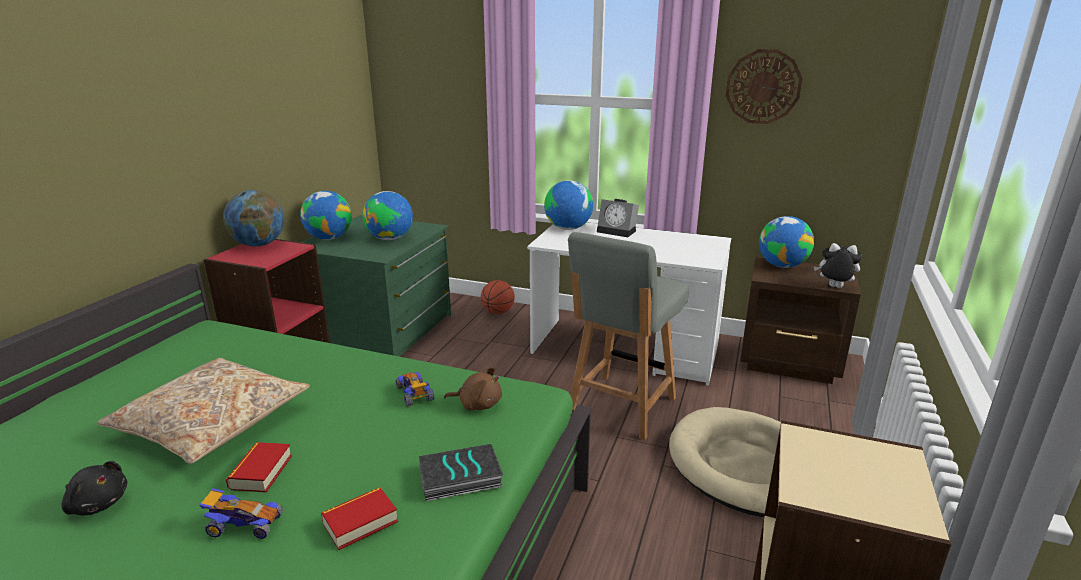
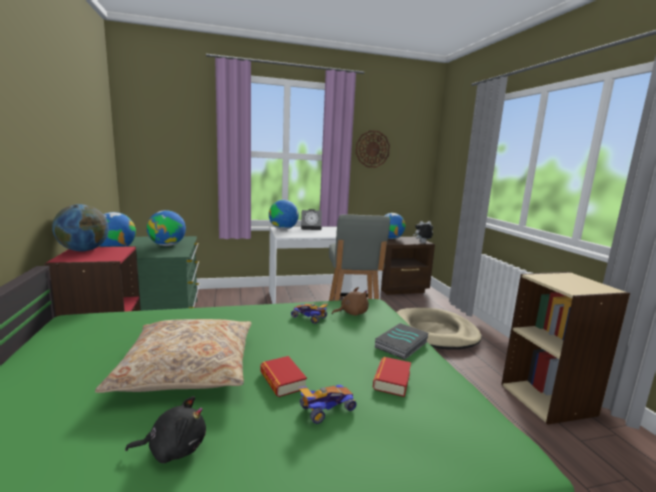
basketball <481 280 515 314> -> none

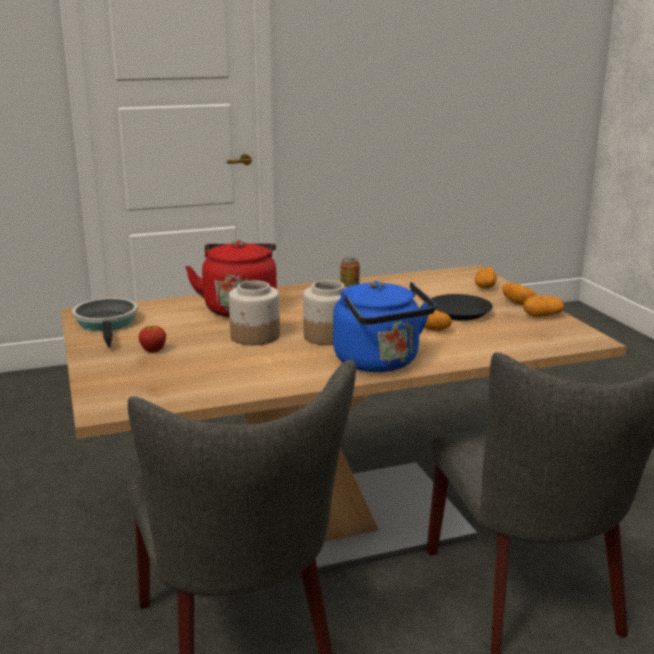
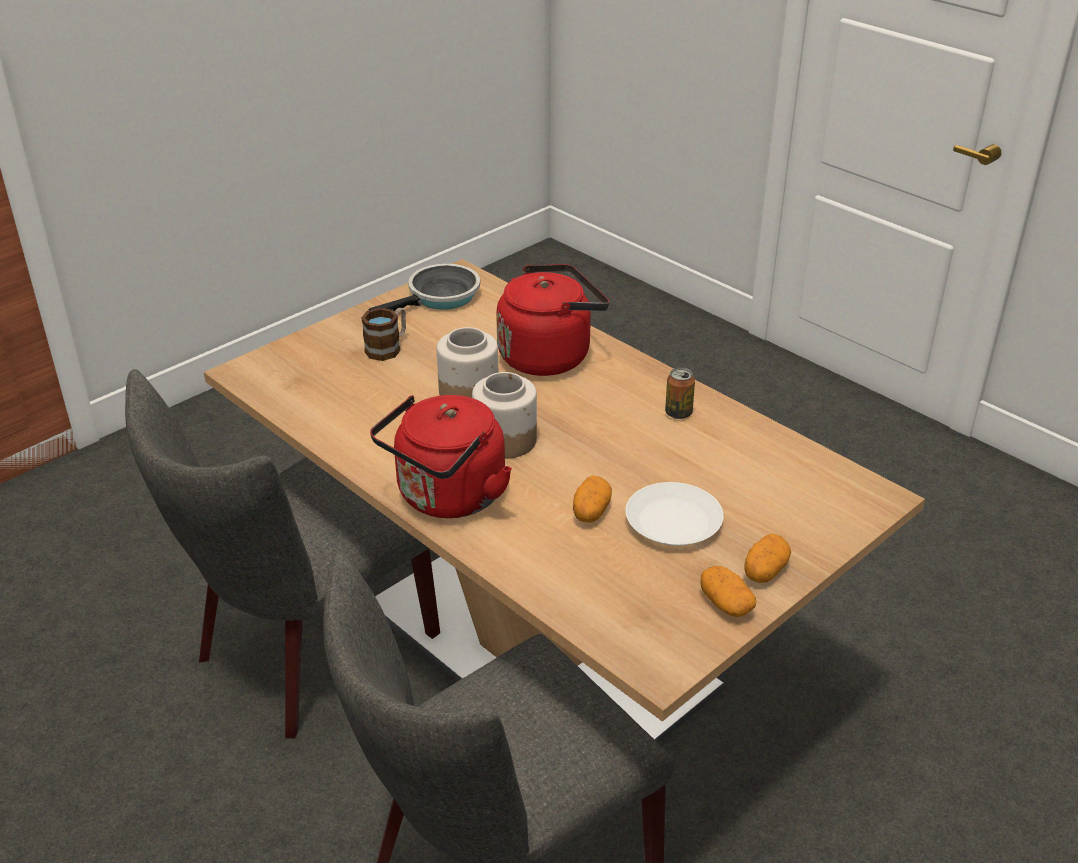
apple <139 326 166 353> -> mug <361 308 406 361>
blue kettle <333 281 436 372> -> red kettle <370 395 512 518>
black plate <431 294 493 321> -> white plate <626 482 724 546>
potato <475 267 497 289> -> none

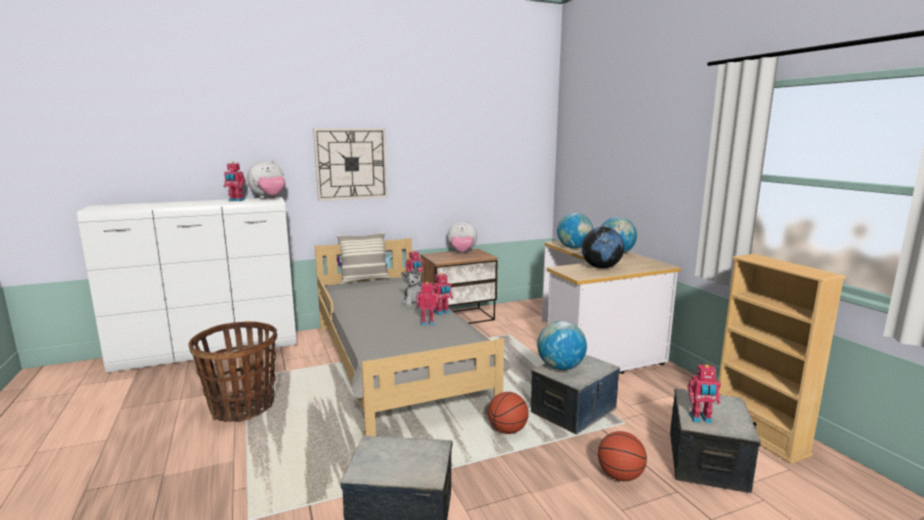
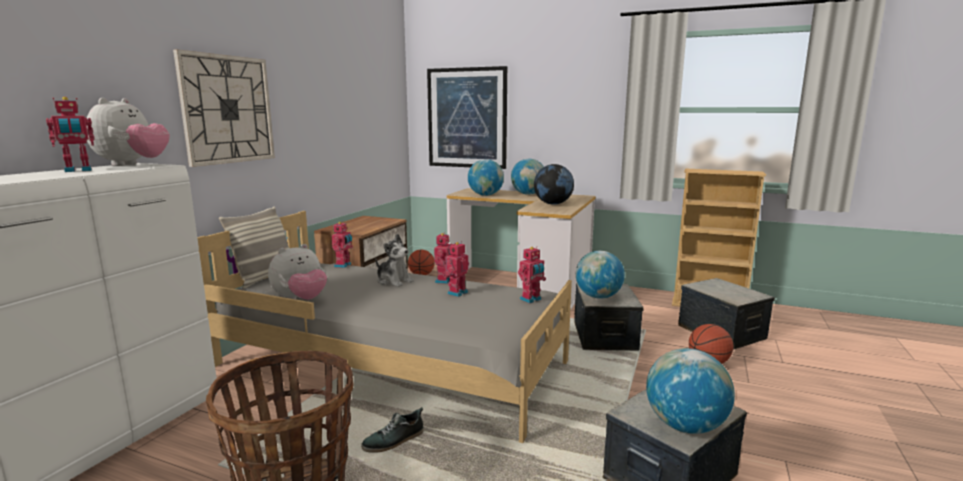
plush toy <447 221 477 253> -> plush toy <268 244 327 300>, relocated
none -> shoe <361 407 424 453>
basketball <488 392 529 434> -> basketball <408 249 435 275>, relocated
none -> picture <427 66 507 169>
toy robot <688 364 721 423> -> toy robot <518 247 546 303>, relocated
none -> globe <646 348 735 434>

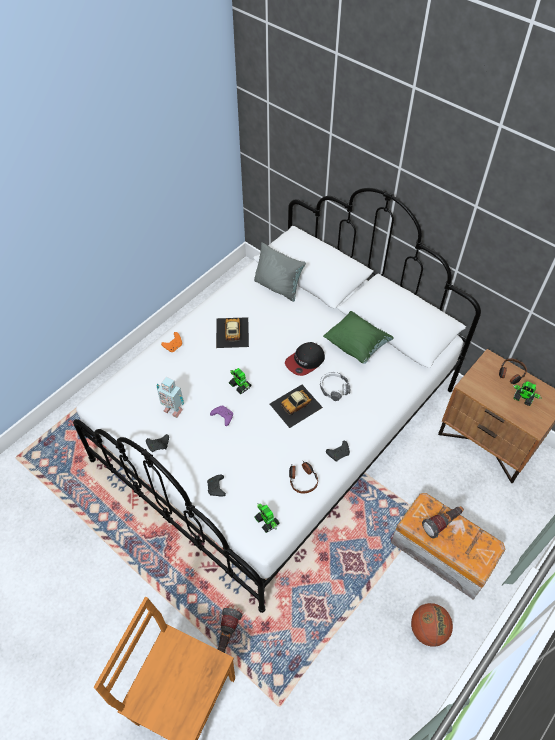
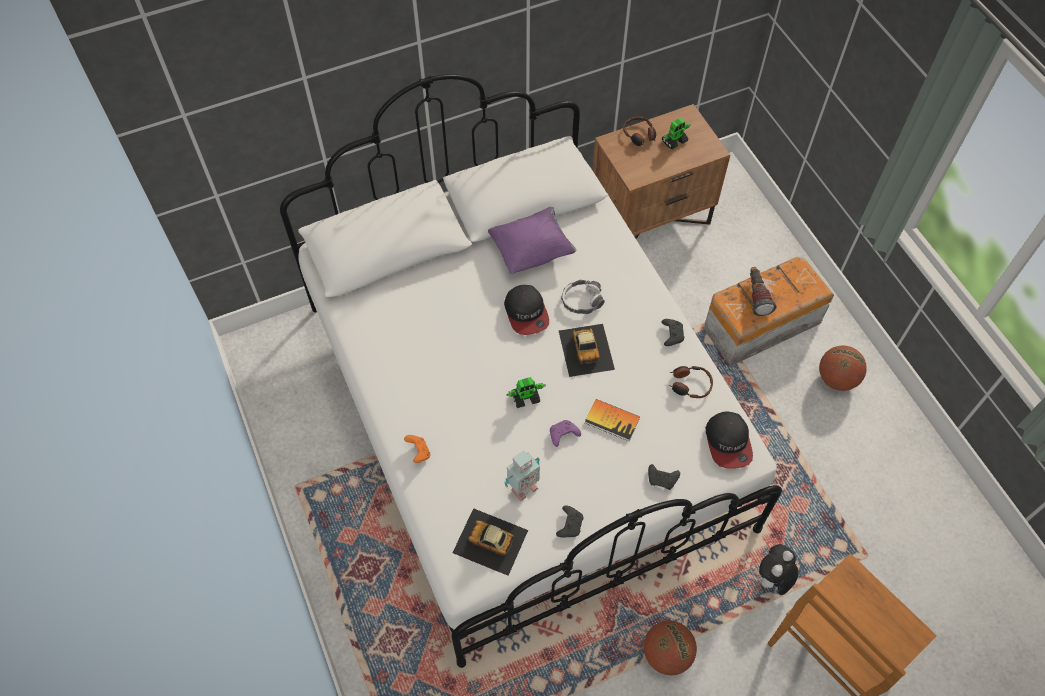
toy car <216 317 249 348> -> toy car <453 508 528 576>, relocated
green pillow <323 311 394 364> -> purple pillow <488 207 576 274>
none -> book <585 399 640 441>
none -> basketball <644 621 697 675>
toy robot <254 503 280 533> -> cap <706 411 753 469>
flashlight <218 608 242 653> -> plush toy <759 544 799 595>
grey pillow <254 242 306 302> -> none

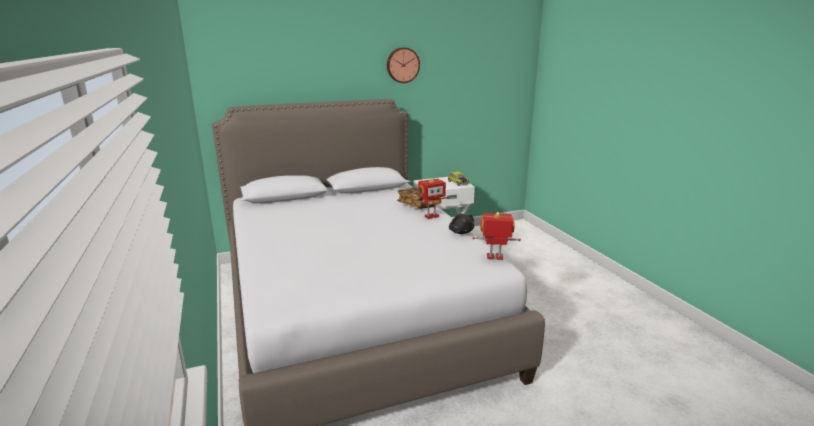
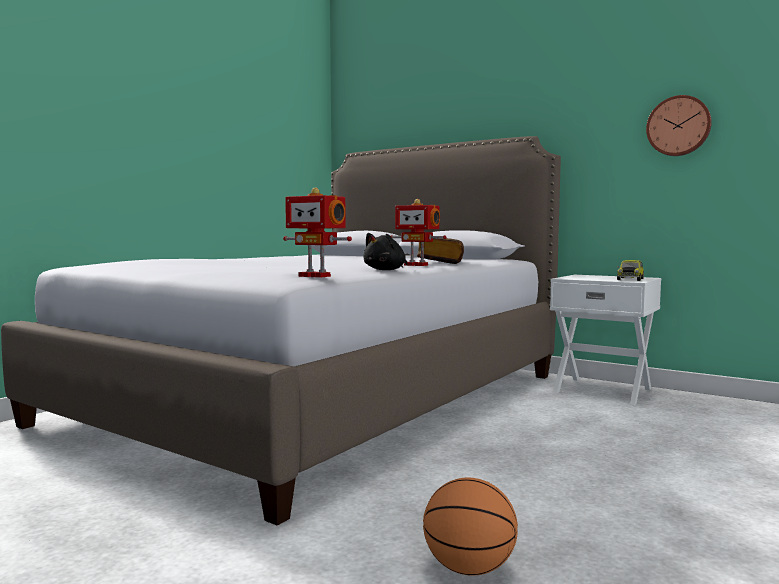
toy robot <472 212 521 260> -> toy robot <283 187 352 278>, 150 degrees clockwise
none -> basketball <423 477 518 576>
wall clock <387 47 420 83> -> wall clock <646 95 712 156>, relocated

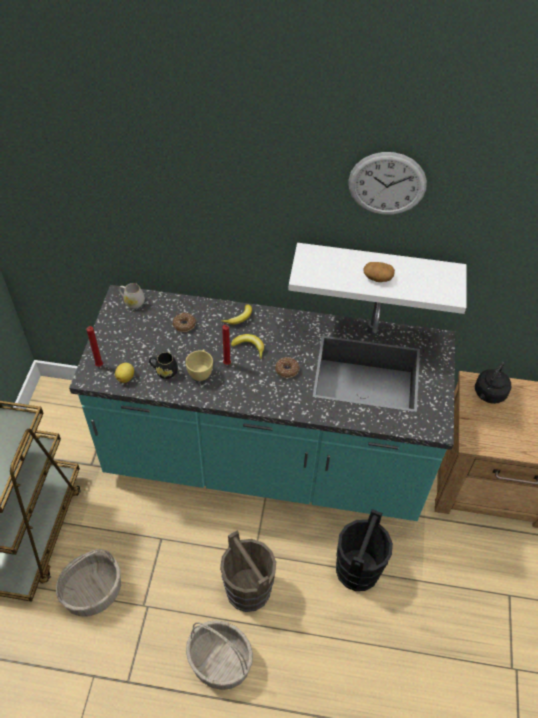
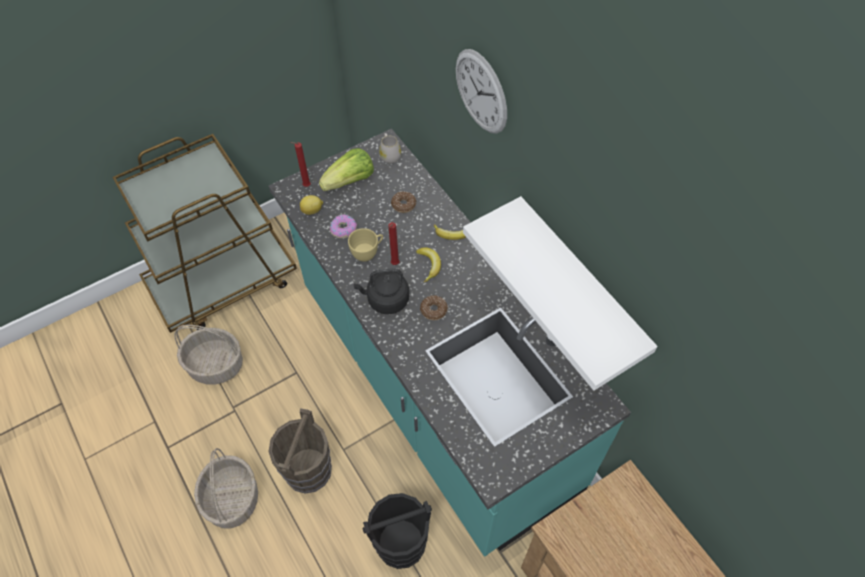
none -> lettuce <319 148 374 191>
black mug <149 352 178 379> -> donut <330 215 357 238>
black kettle <475 362 511 404> -> black kettle <353 268 409 314>, relocated
wall clock <348 152 427 215> -> wall clock <456 49 507 134>, relocated
potato <363 262 395 282> -> none

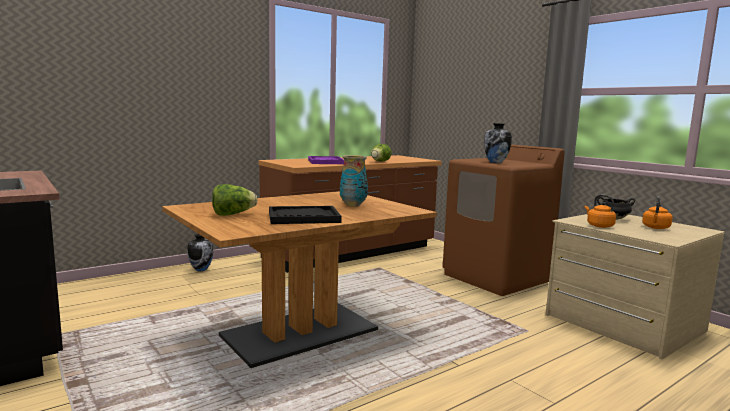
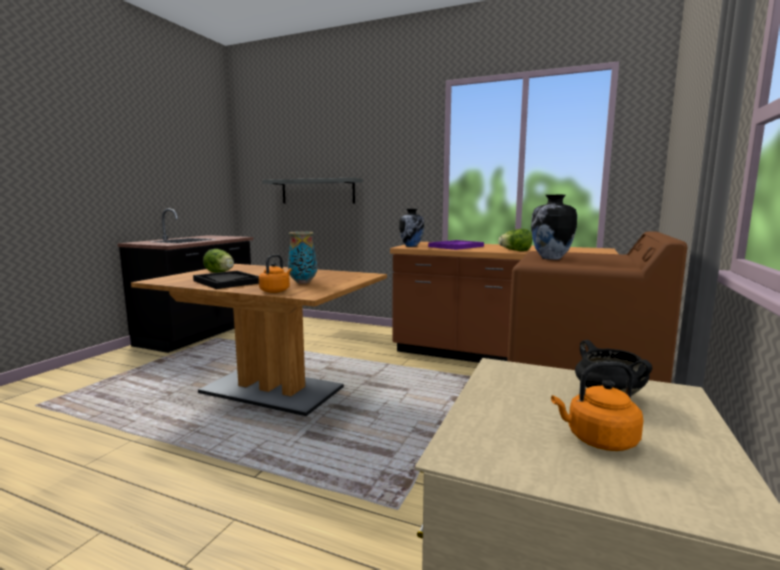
orange kettle <585 195 616 228> -> orange kettle <259 255 292 293>, relocated
none -> grey shelf <262 178 363 204>
vase <188 234 213 271> -> vase <399 209 424 247>, relocated

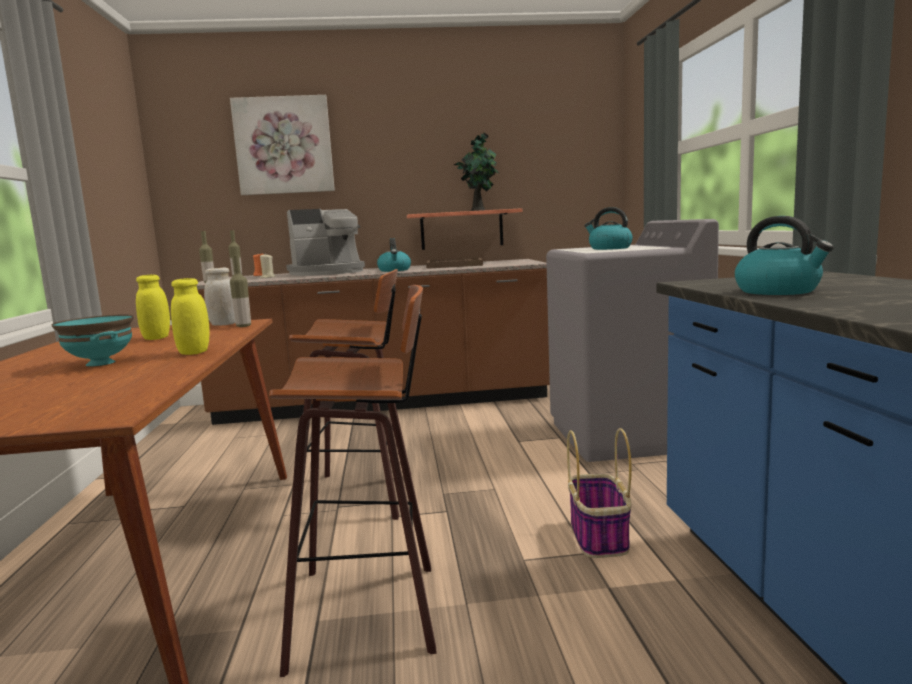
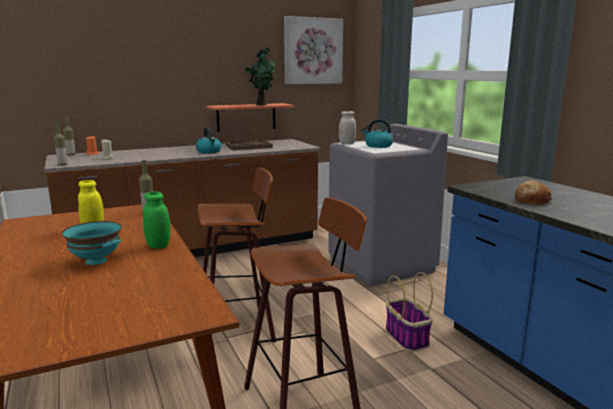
yellow jar <171 278 210 355> -> green jar <143 192 170 249>
picture <230 95 335 195> -> picture <284 16 343 84>, relocated
white jar <204 267 235 325> -> white jar <339 111 356 145>, relocated
kettle <735 216 834 295> -> bread <515 180 552 205>
coffee machine <286 209 365 276> -> none

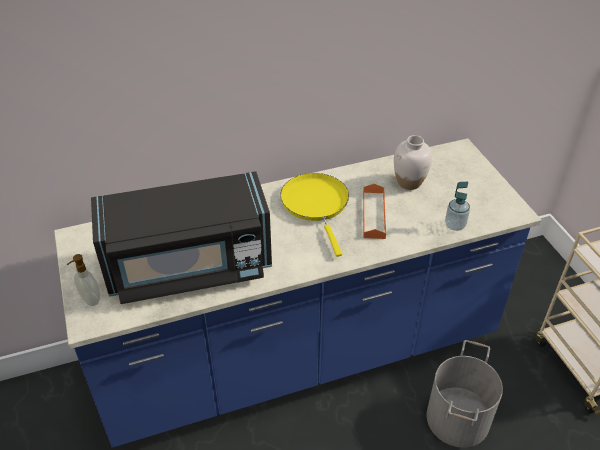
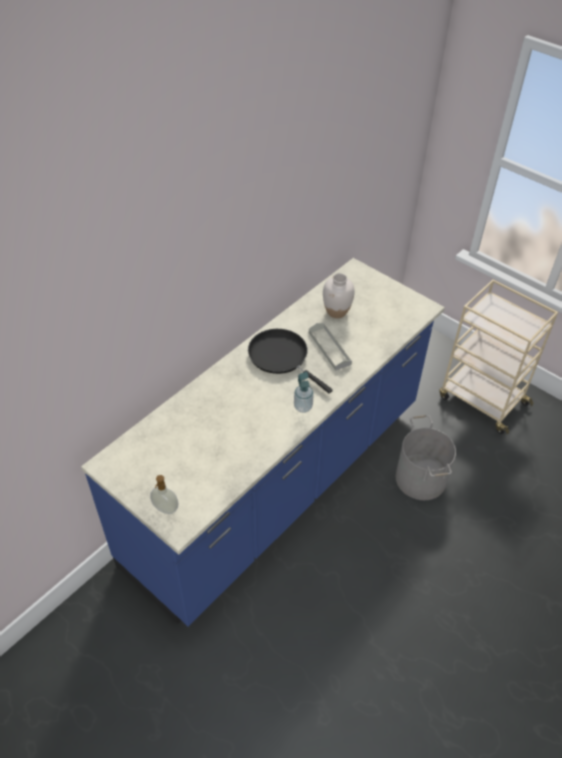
yellow frying pan <280 173 349 257> -> black frying pan <248 329 333 393>
soap dispenser <445 182 470 231> -> soap dispenser <294 372 314 413>, relocated
orange tray <363 184 386 239> -> grey tray <309 323 352 371>
black microwave <91 171 272 304> -> none

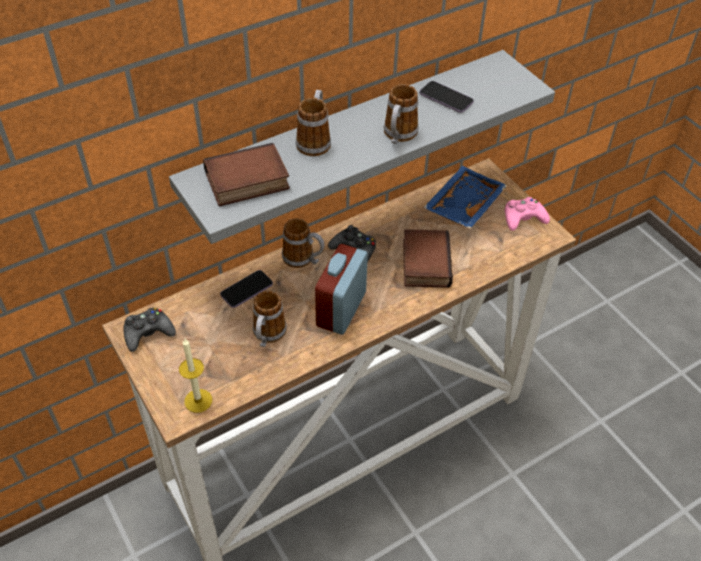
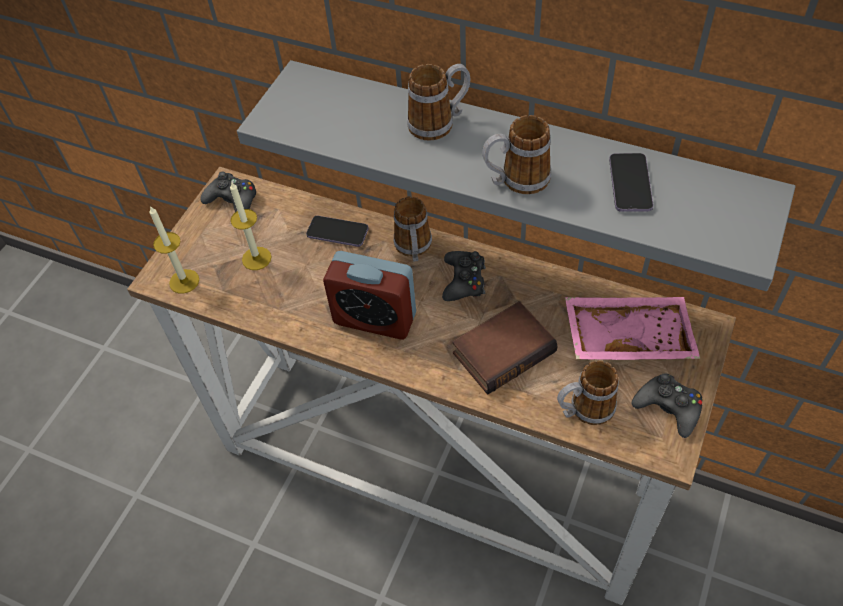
none -> candle <230 181 272 270>
alarm clock <315 244 368 335> -> alarm clock <323 251 416 339>, 150 degrees counterclockwise
mug <253 291 287 347> -> mug <557 360 619 425>, relocated
blue tray <423 166 507 229> -> pink tray <565 297 700 360>
pink game controller <505 197 550 231> -> black game controller <632 373 702 438>
book <203 143 290 206> -> none

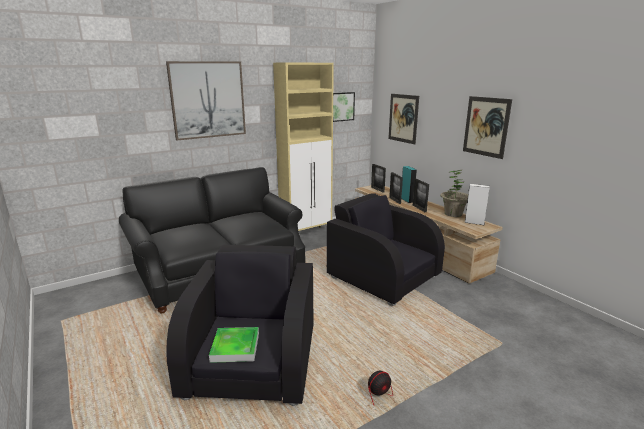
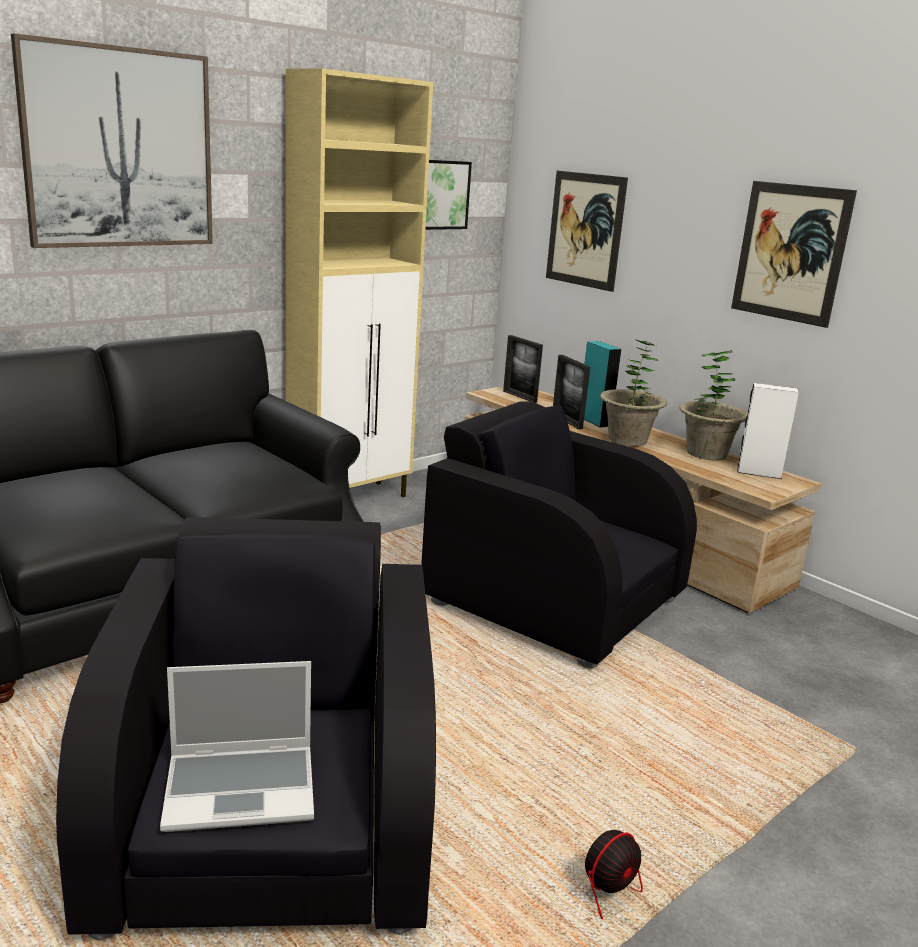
tray <209 327 259 363> -> laptop <160 661 314 832>
picture frame <413 179 429 212> -> potted plant <600 340 667 446>

